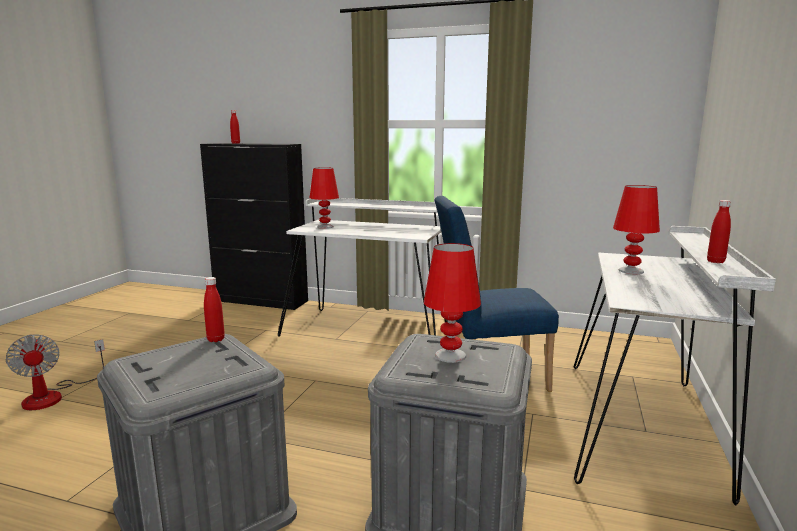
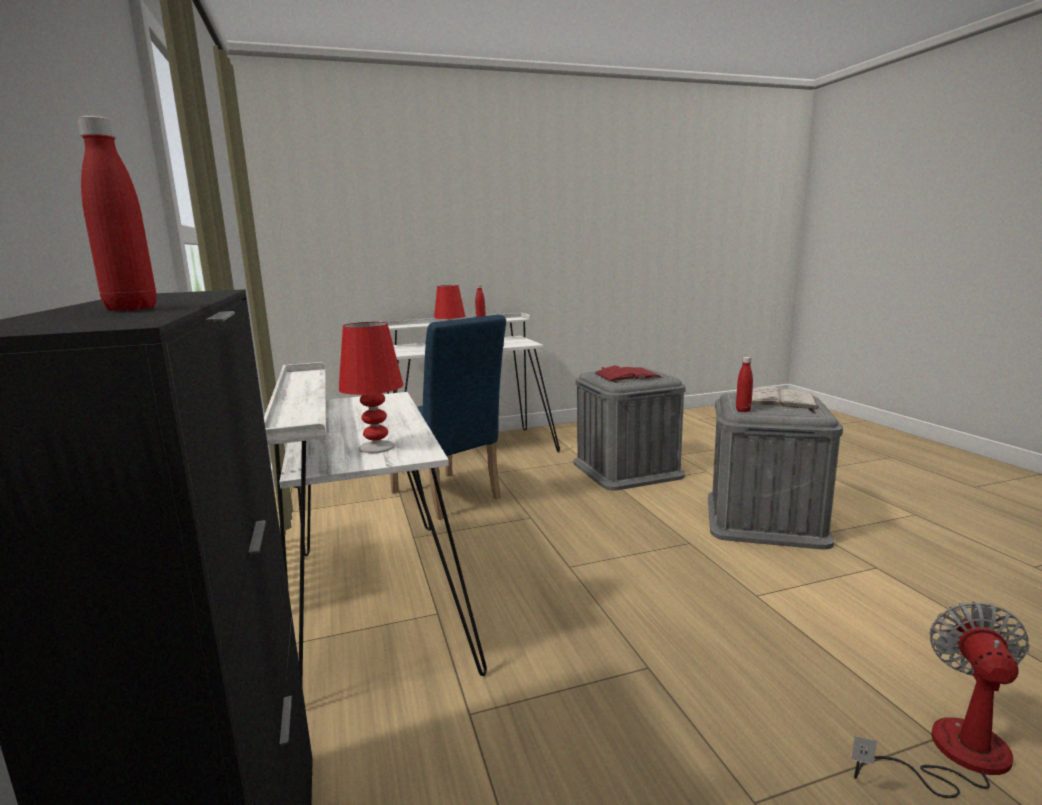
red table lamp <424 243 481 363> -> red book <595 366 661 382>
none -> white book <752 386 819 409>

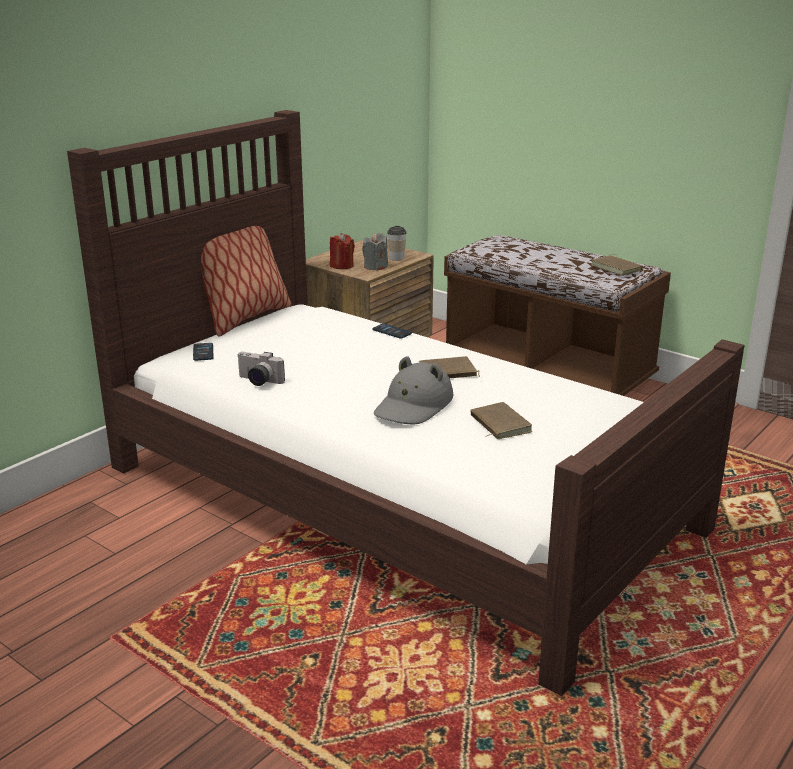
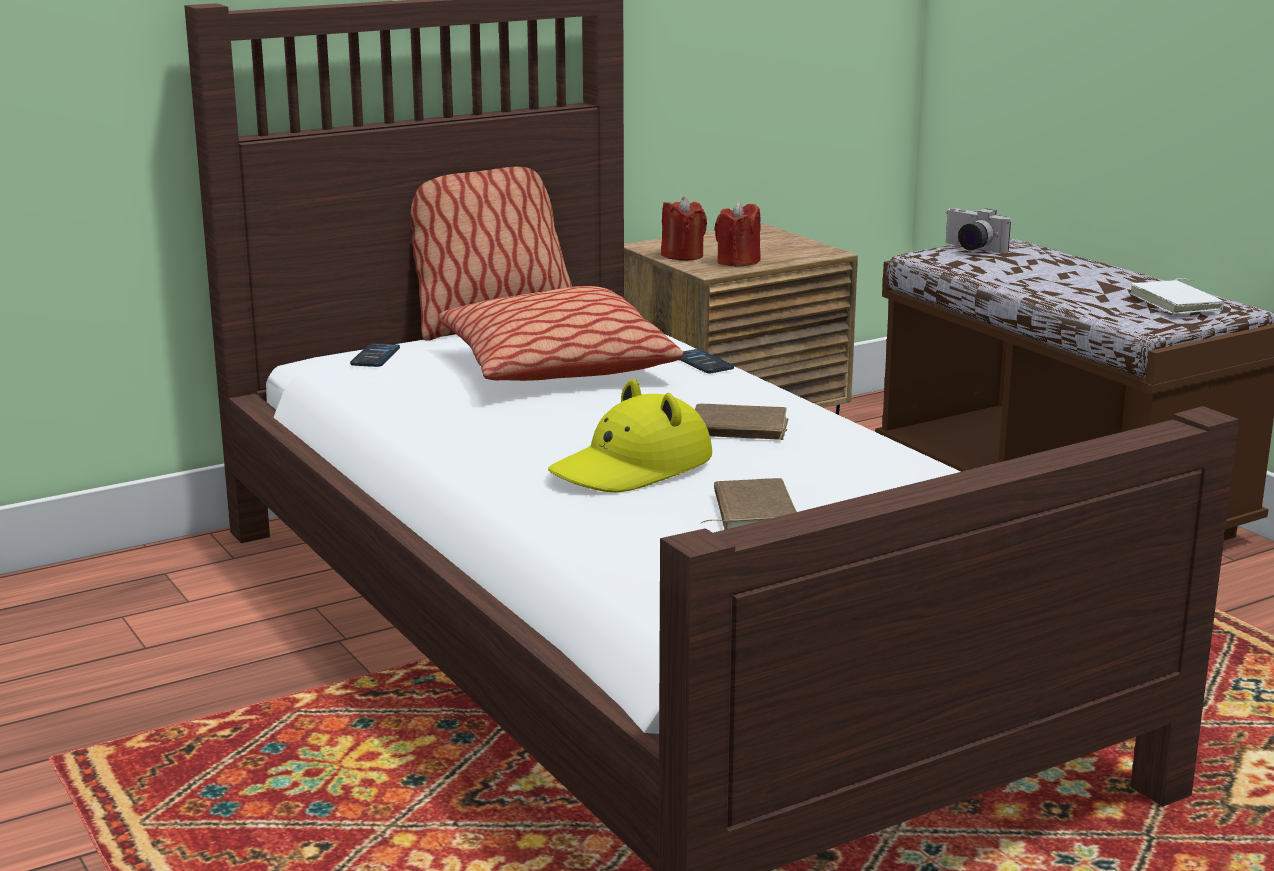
none -> pillow <439 286 683 381>
grey hat <374 356 453 424> -> yellow hat <548 379 712 492>
grey candle <362 233 388 270> -> red candle <715 201 761 267>
photo camera <237 352 285 386> -> photo camera <946 208 1011 253>, relocated
brown book <591 254 643 276> -> white book <1129 278 1225 314>
cup <387 226 407 261> -> none

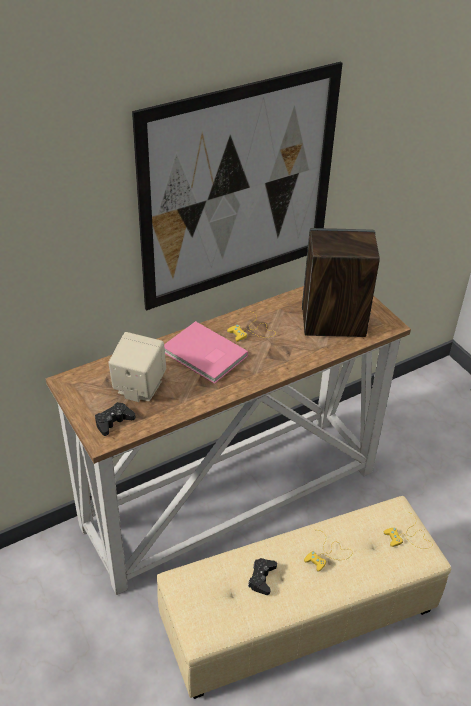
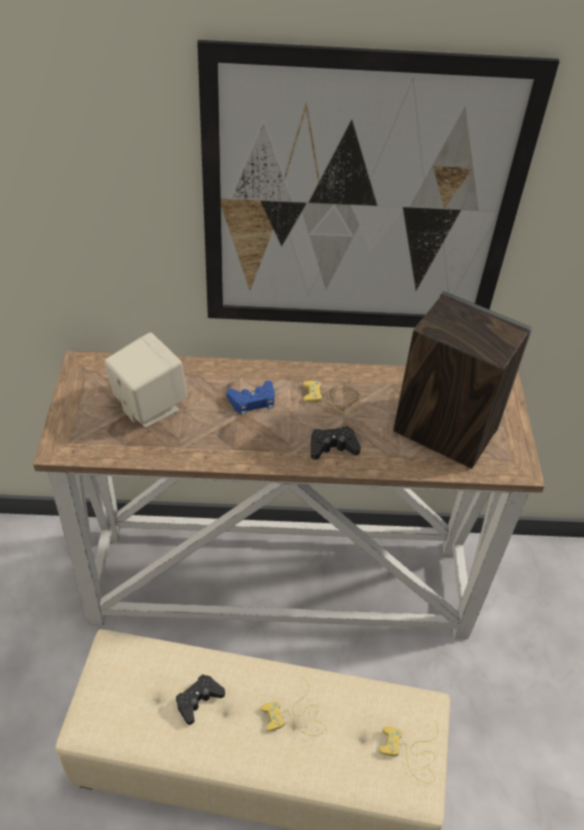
pink book <164 321 248 384> -> blue game controller <227 380 275 416>
black game controller <95 402 136 436> -> black game controller <311 426 361 460>, relocated

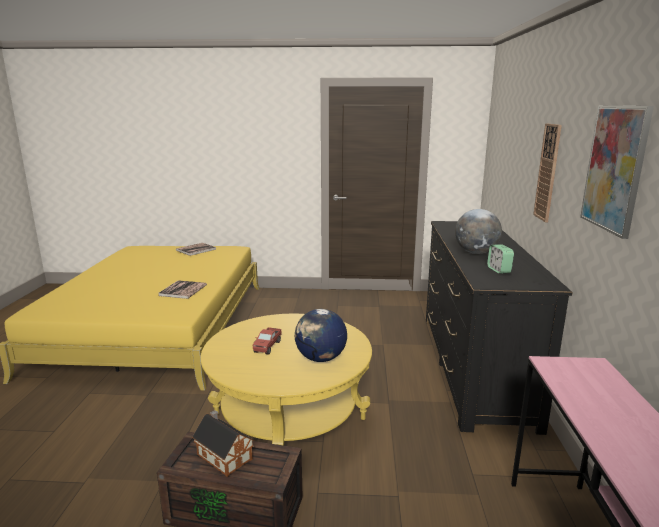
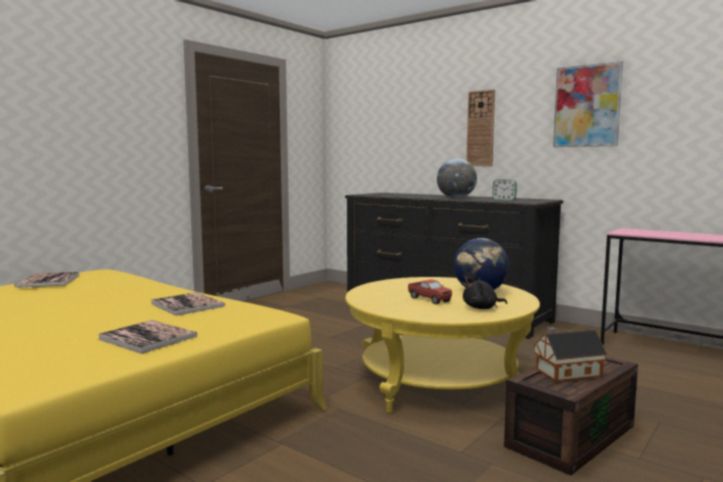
none -> book <98 320 197 354>
none -> black plush toy <463 277 507 309>

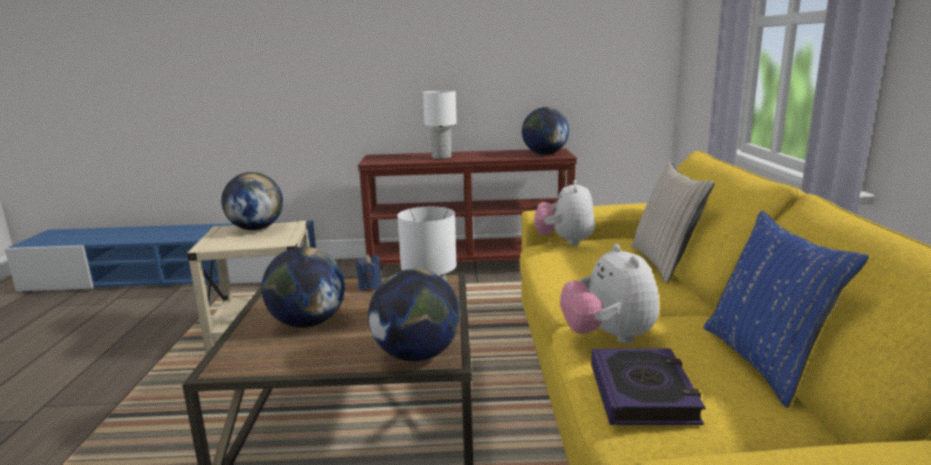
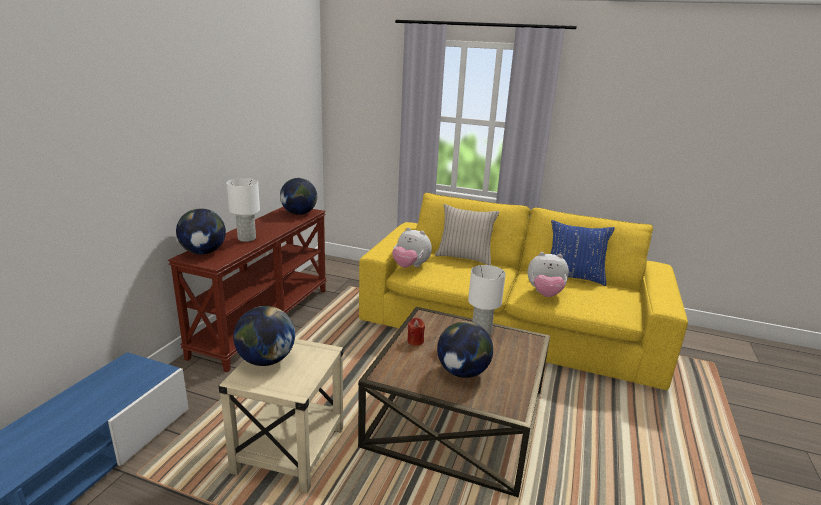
globe <368 269 460 362> -> globe <176 208 226 254>, relocated
blue candle <356 254 382 291> -> red candle <407 318 425 346>
book <591 348 706 425> -> none

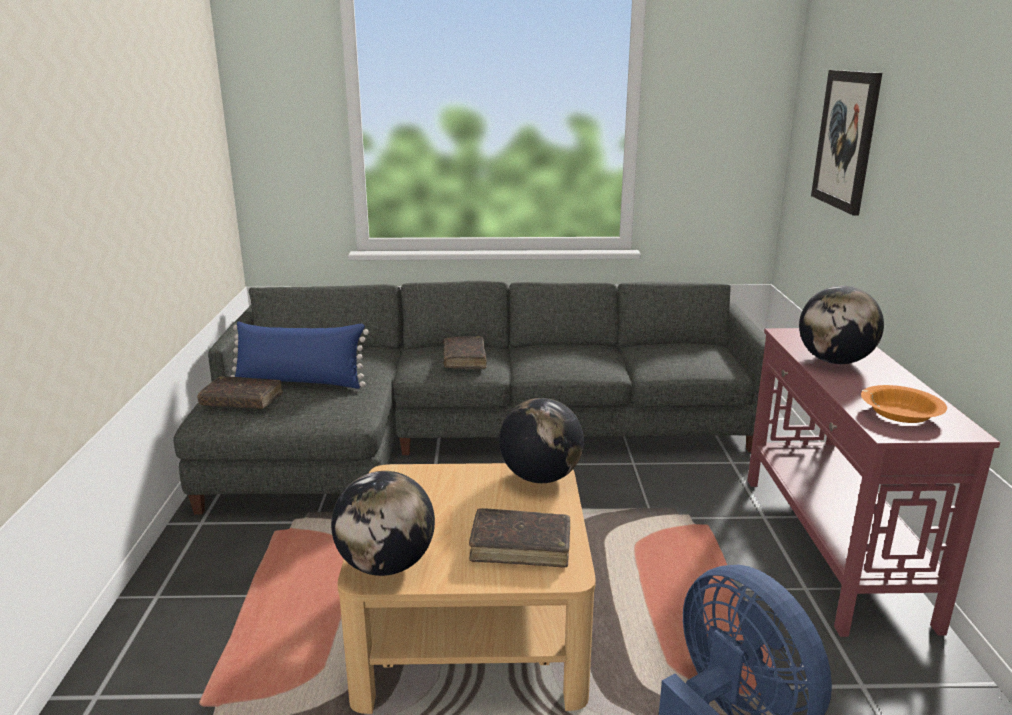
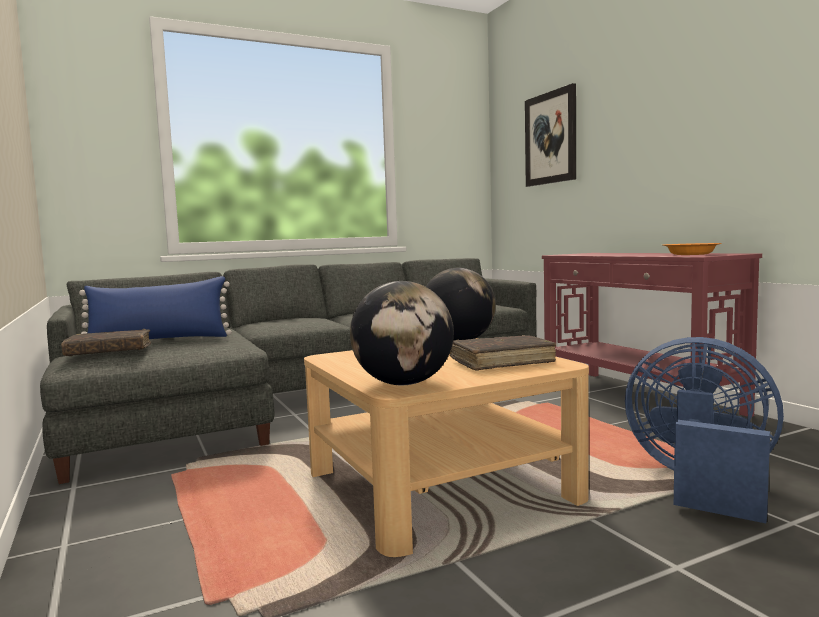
brown book <443 336 487 369> -> none
globe <799 286 884 364> -> none

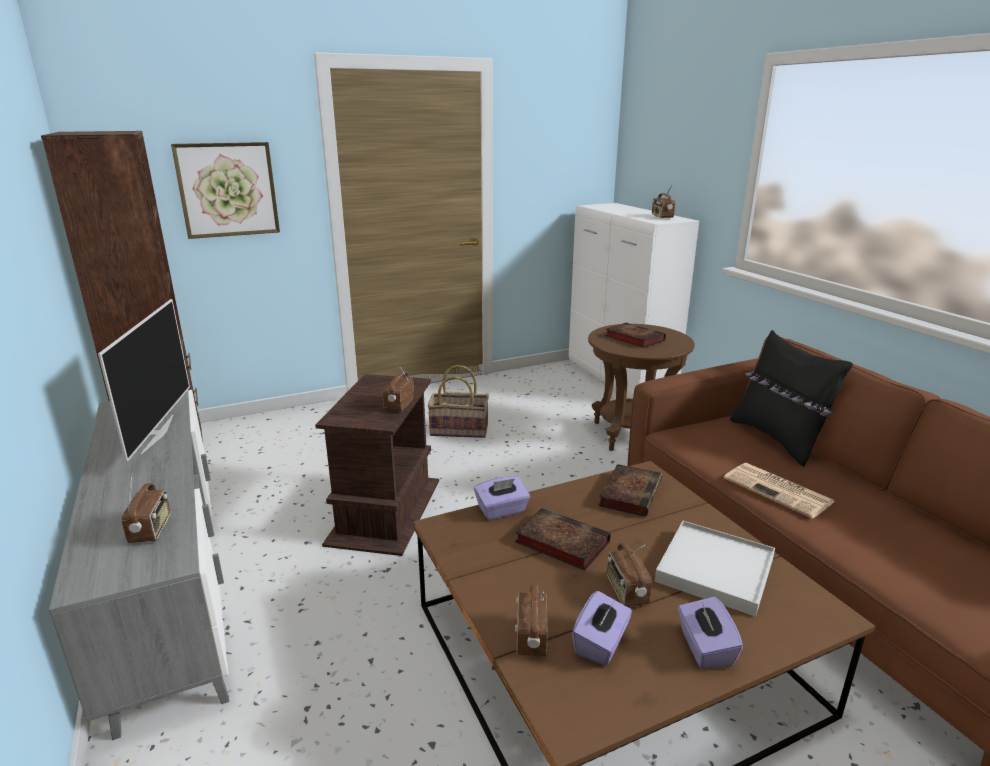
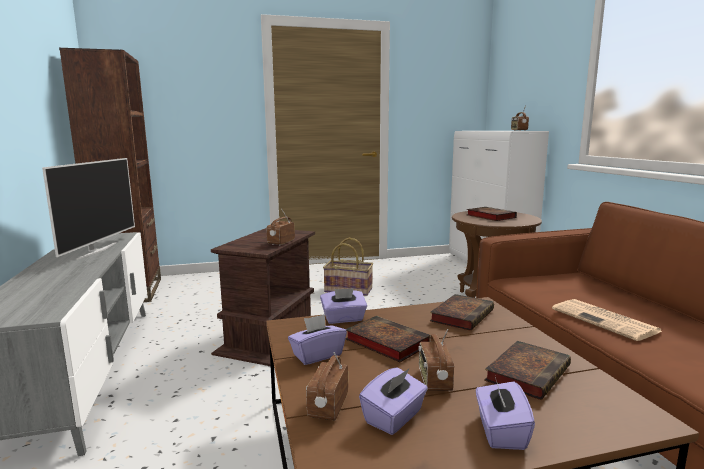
none -> purple tissue box <288 314 347 365>
white tray <655 521 775 617> -> book <484 341 571 400>
radio <121 473 171 543> -> none
picture <171 142 280 239> -> none
black pillow <730 330 853 467> -> none

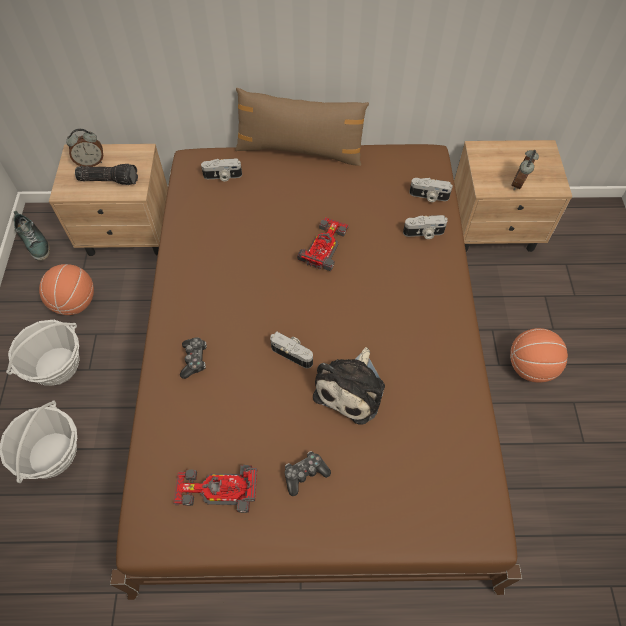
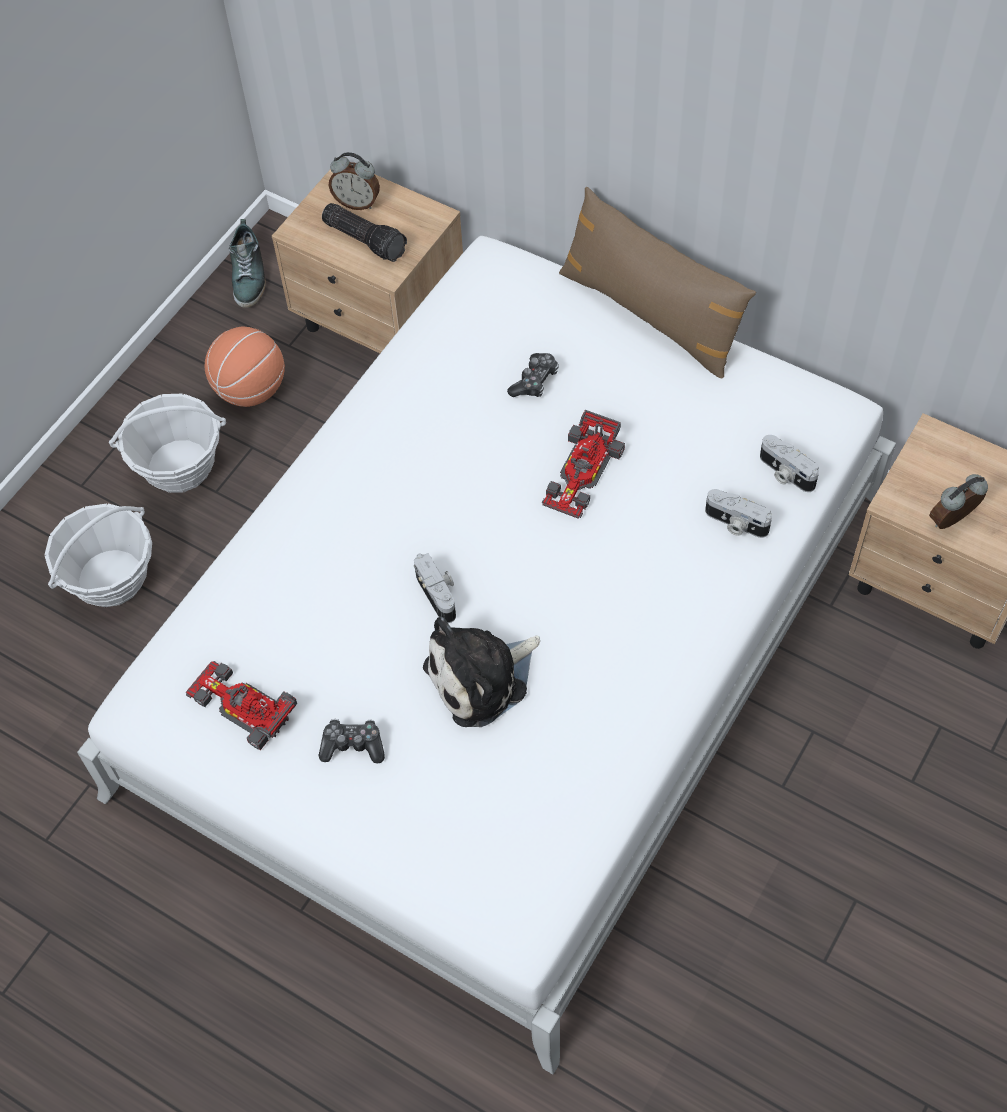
brown bed <110 144 522 600> -> white bed <77 236 896 1074>
game controller <180 337 207 379> -> game controller <507 353 559 397>, relocated
toy car <297 218 349 271> -> toy car <542 410 625 519>, 150 degrees clockwise
photo camera <201 159 242 181> -> none
basketball <510 328 568 383> -> none

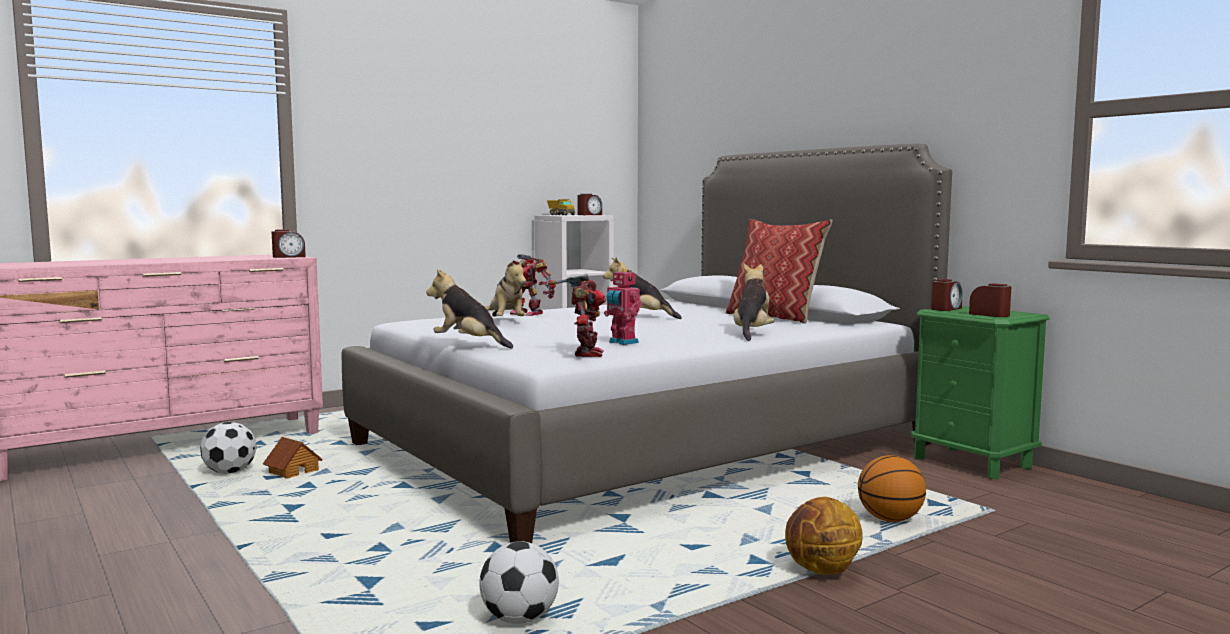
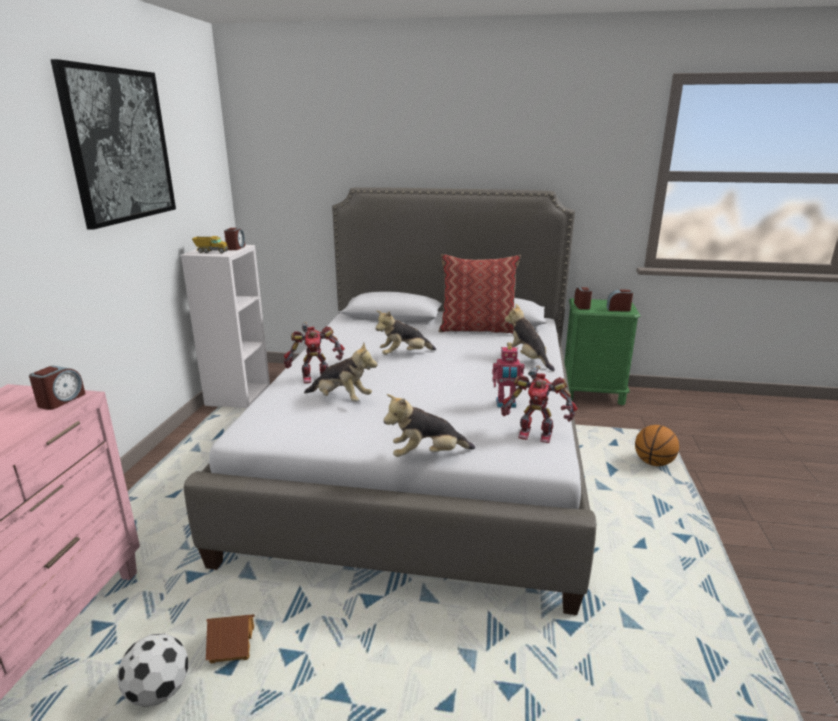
none -> picture <51 59 176 230>
toy robot <548 274 606 357> -> toy robot <501 366 578 443>, 150 degrees clockwise
football <479 541 559 624> -> none
basketball <785 497 863 575> -> none

